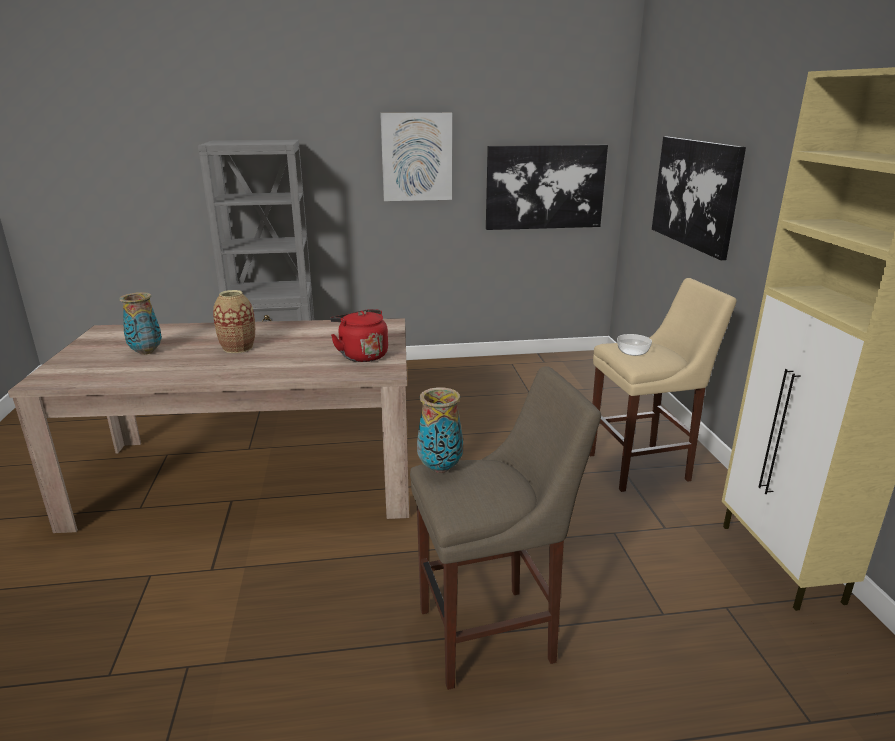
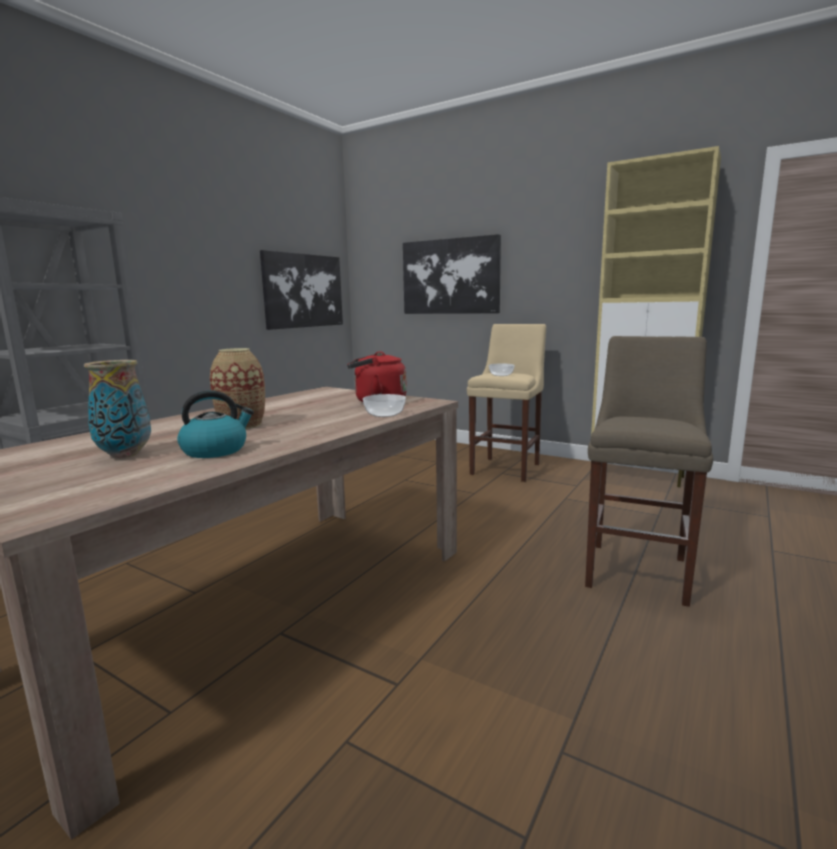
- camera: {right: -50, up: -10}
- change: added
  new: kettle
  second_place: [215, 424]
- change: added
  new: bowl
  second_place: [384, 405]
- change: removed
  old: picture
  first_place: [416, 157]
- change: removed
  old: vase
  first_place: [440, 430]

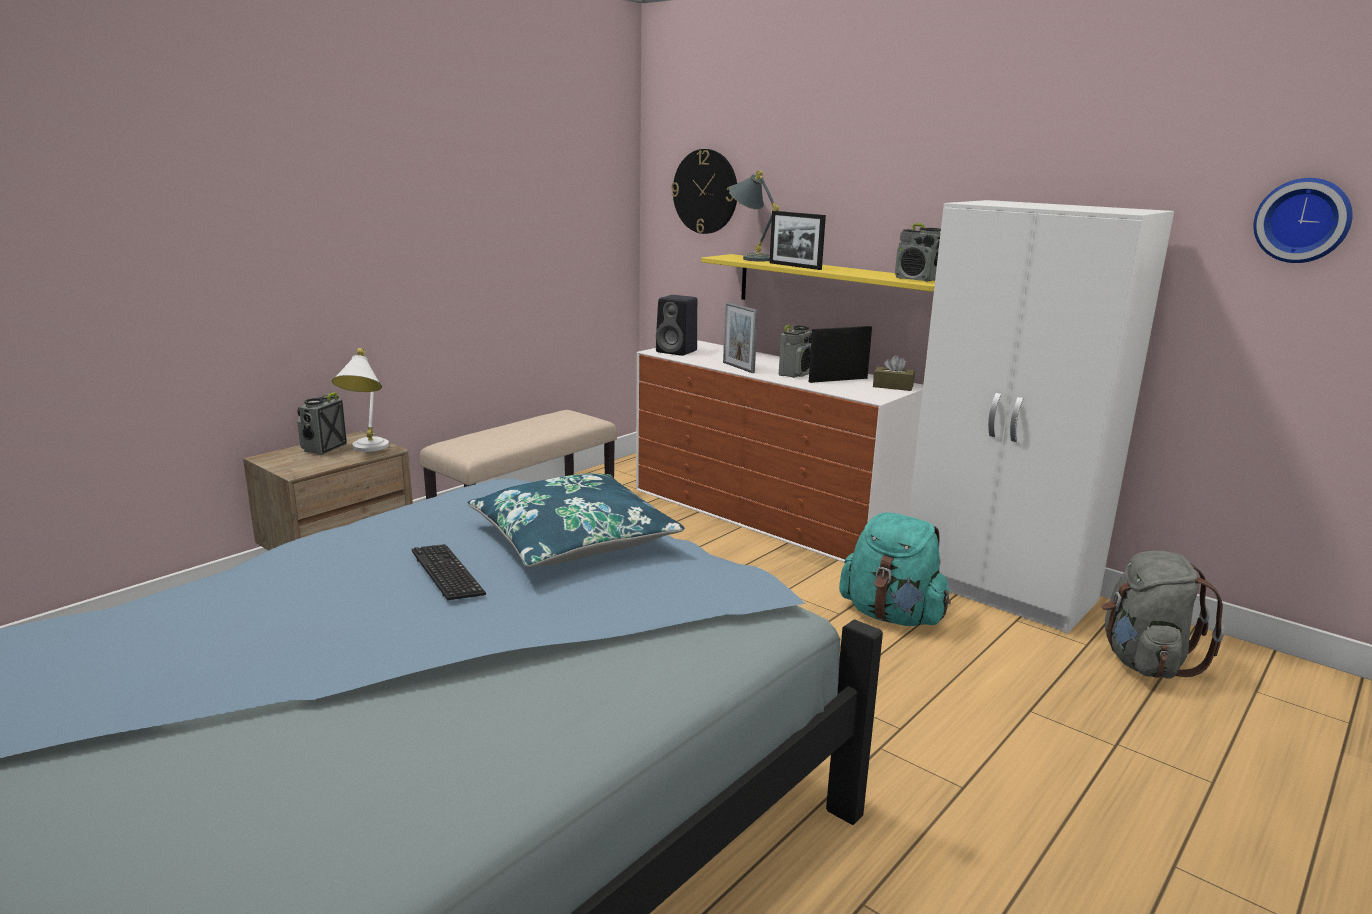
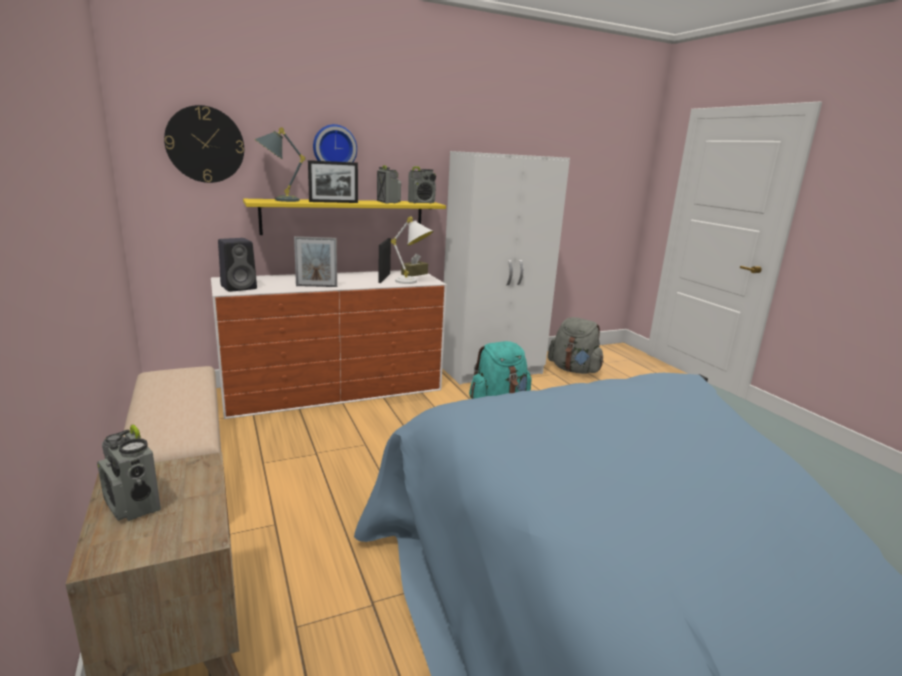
- camera: {right: -65, up: 0}
- change: moved
  old: wall clock
  first_place: [1303, 220]
  second_place: [335, 143]
- change: moved
  old: radio
  first_place: [795, 351]
  second_place: [389, 184]
- change: moved
  old: table lamp in white
  first_place: [360, 400]
  second_place: [412, 250]
- change: removed
  old: keyboard
  first_place: [448, 572]
- change: removed
  old: pillow in blue
  first_place: [576, 520]

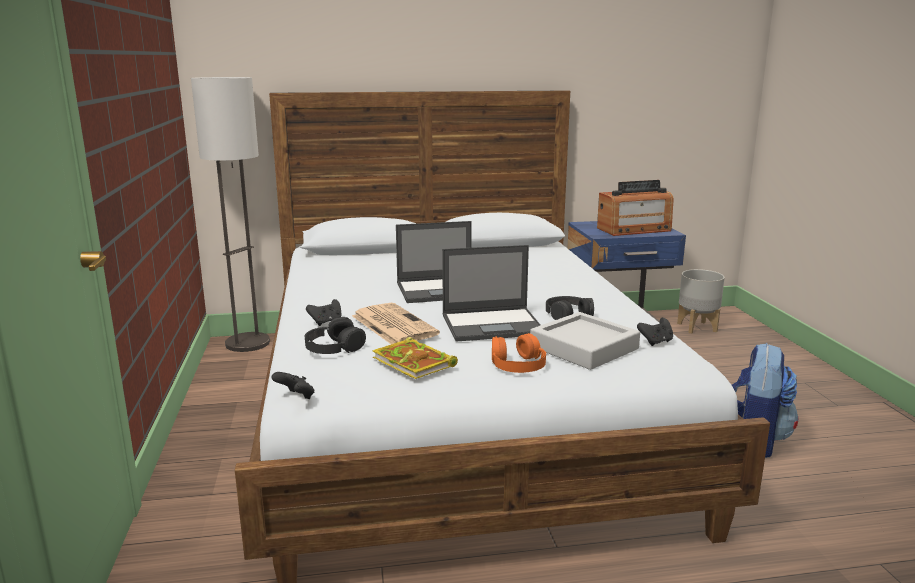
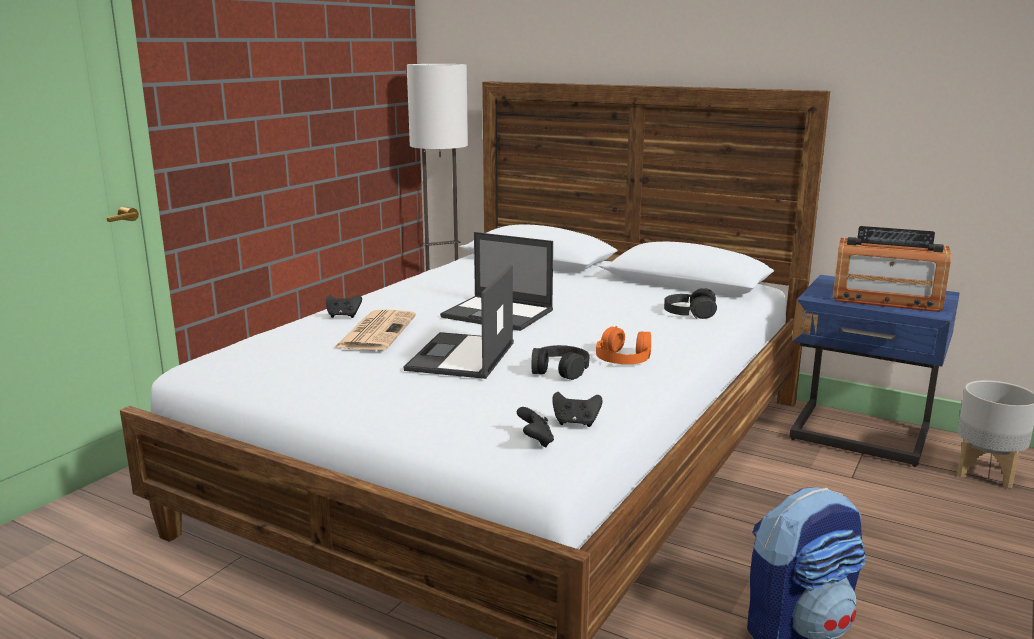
- camera: {right: 40, up: 0}
- change: turned
  old: laptop
  first_place: [491, 293]
  second_place: [459, 322]
  degrees: 75
- change: moved
  old: game controller in black
  first_place: [292, 385]
  second_place: [535, 427]
- change: moved
  old: headphones in orange
  first_place: [519, 353]
  second_place: [623, 345]
- change: moved
  old: headphones in black
  first_place: [335, 335]
  second_place: [690, 303]
- change: removed
  old: book
  first_place: [415, 358]
- change: removed
  old: tray in grey
  first_place: [585, 341]

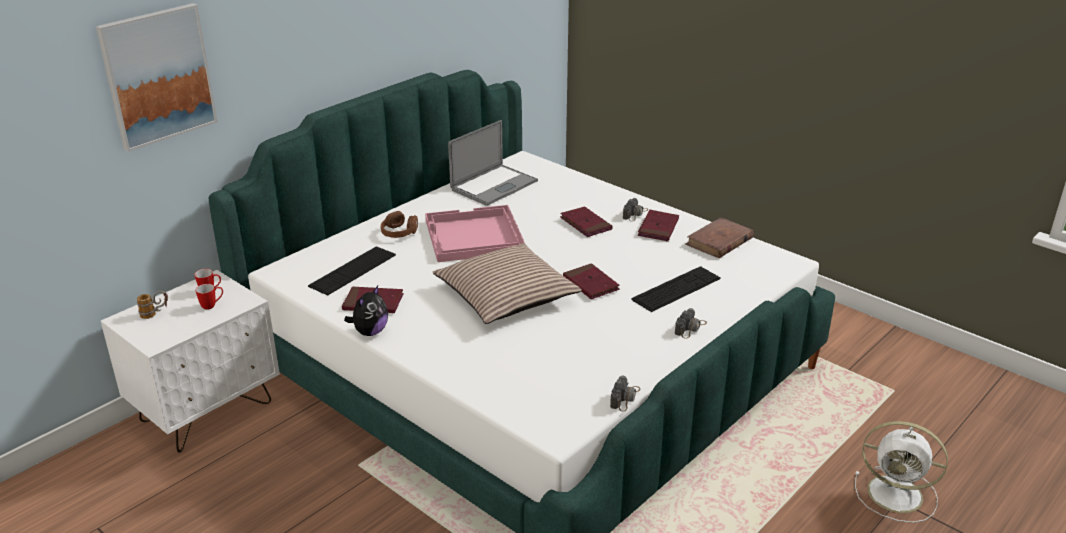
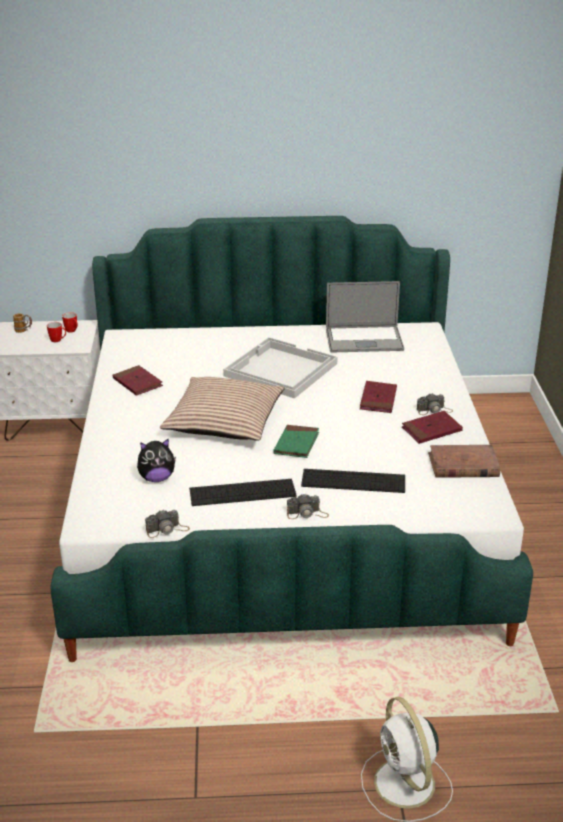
- camera: {right: 45, up: 0}
- change: moved
  old: plush toy
  first_place: [366, 311]
  second_place: [156, 460]
- change: moved
  old: keyboard
  first_place: [352, 271]
  second_place: [243, 492]
- change: recoloured
  old: tray in pink
  new: tray in white
  first_place: [475, 233]
  second_place: [280, 368]
- change: recoloured
  old: book in red
  new: book in green
  first_place: [591, 281]
  second_place: [296, 441]
- change: removed
  old: picture
  first_place: [157, 77]
- change: removed
  old: headphones in brown
  first_place: [399, 224]

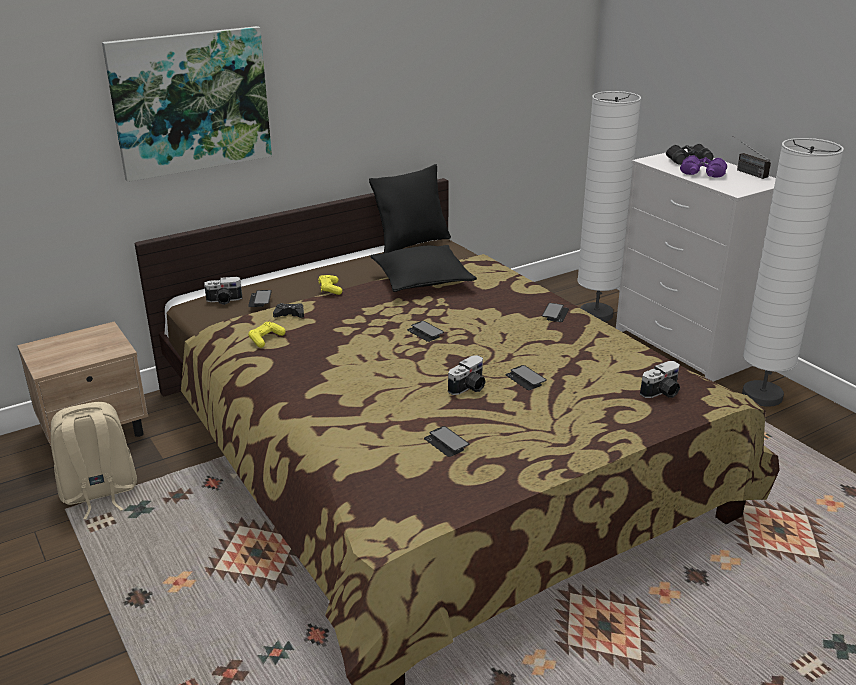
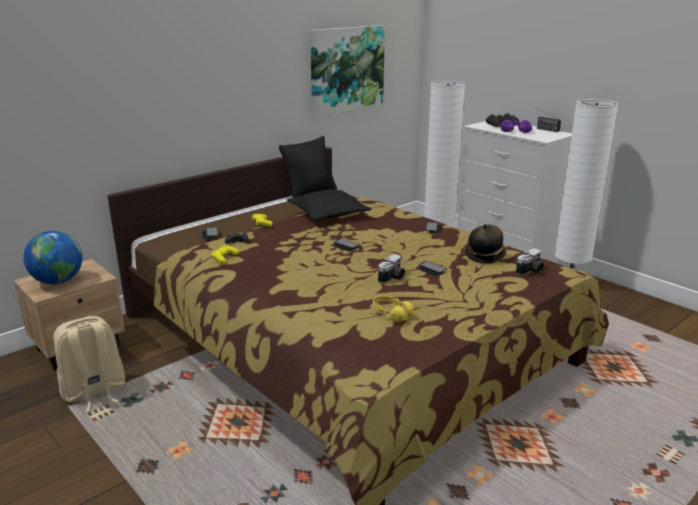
- camera: {right: -10, up: -5}
- change: added
  new: globe
  second_place: [53, 257]
- change: moved
  old: picture
  first_place: [187, 104]
  second_place: [347, 71]
- change: replaced
  old: phone
  new: headphones in yellow
  first_place: [446, 441]
  second_place: [393, 309]
- change: added
  new: hat
  second_place: [486, 243]
- change: removed
  old: photo camera
  first_place: [223, 291]

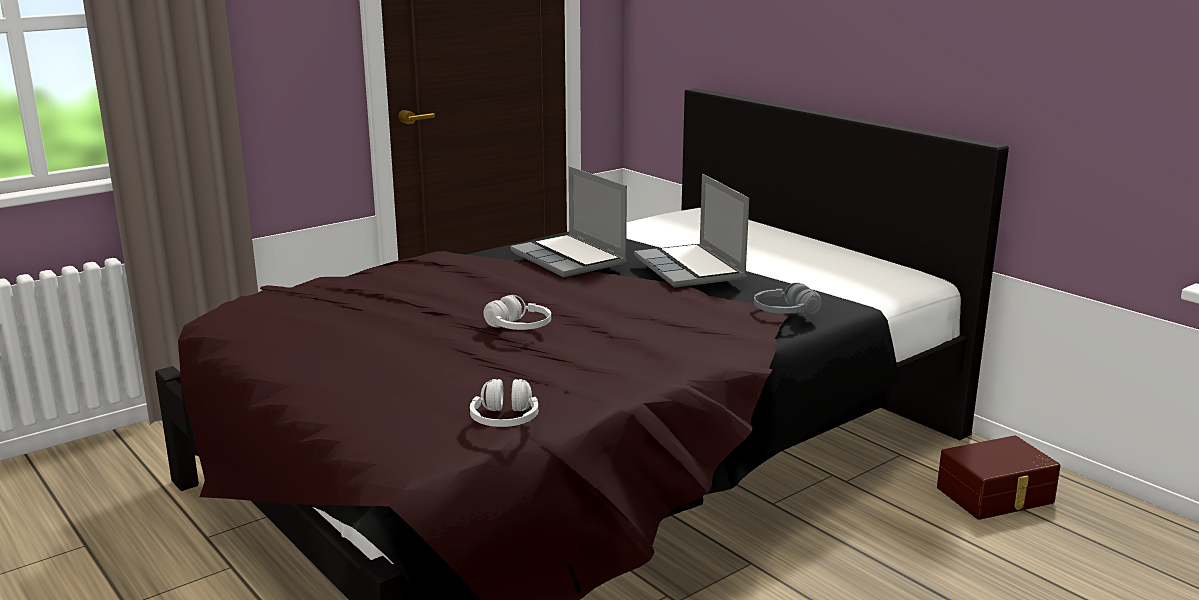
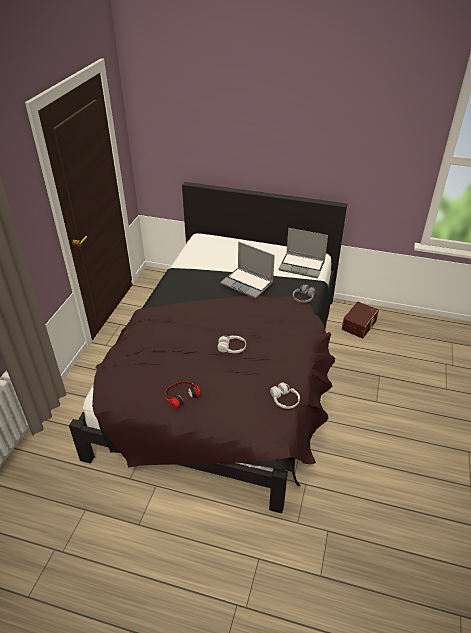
- camera: {right: -35, up: 20}
- change: added
  new: headphones
  second_place: [183, 395]
- change: moved
  old: laptop
  first_place: [568, 221]
  second_place: [303, 253]

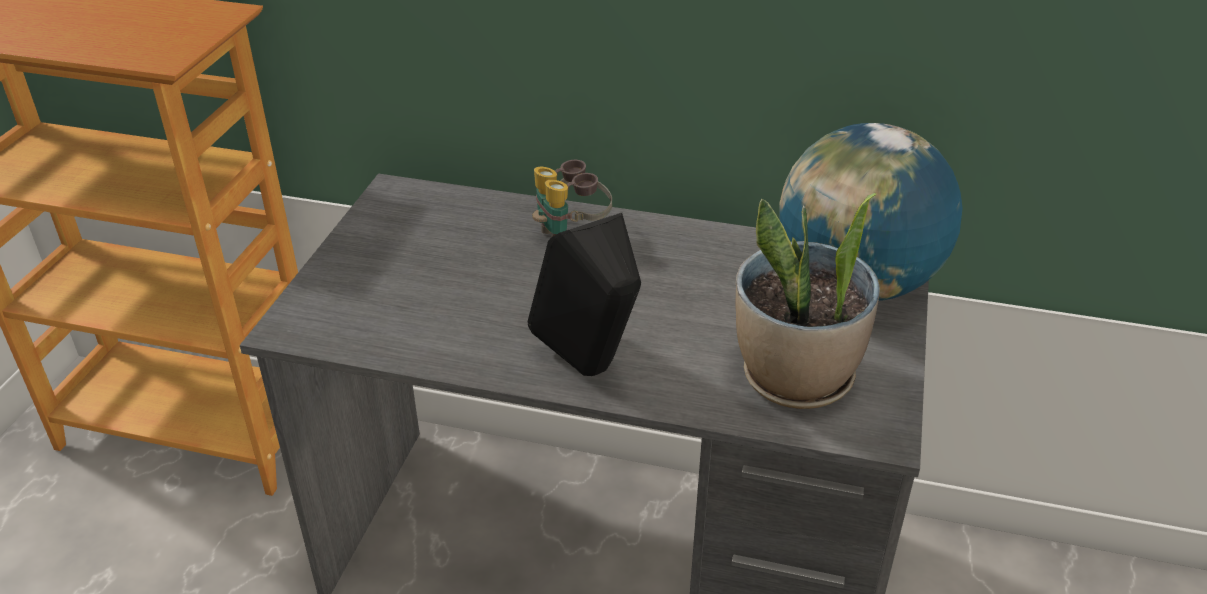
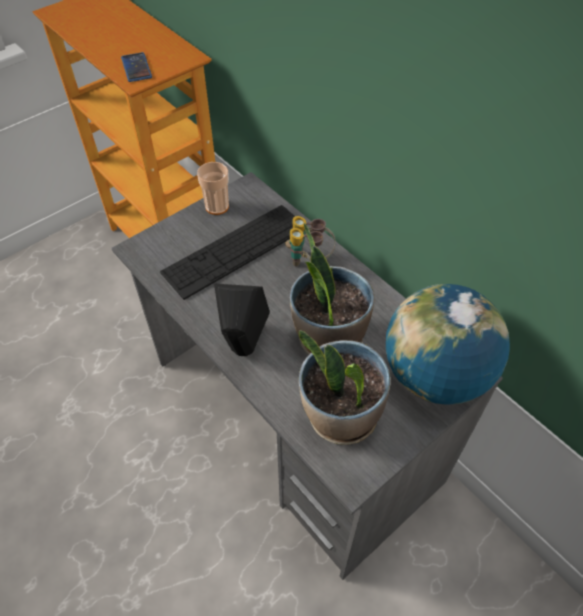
- camera: {right: 35, up: 15}
- change: added
  new: phone
  second_place: [136, 67]
- change: added
  new: keyboard
  second_place: [227, 252]
- change: added
  new: cup
  second_place: [213, 188]
- change: added
  new: potted plant
  second_place: [332, 289]

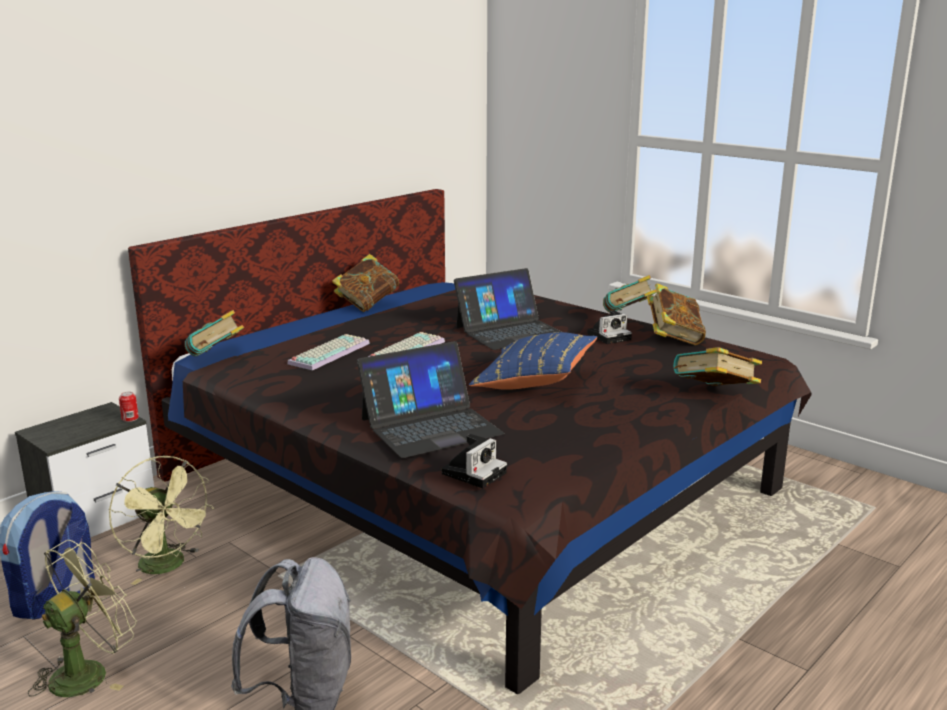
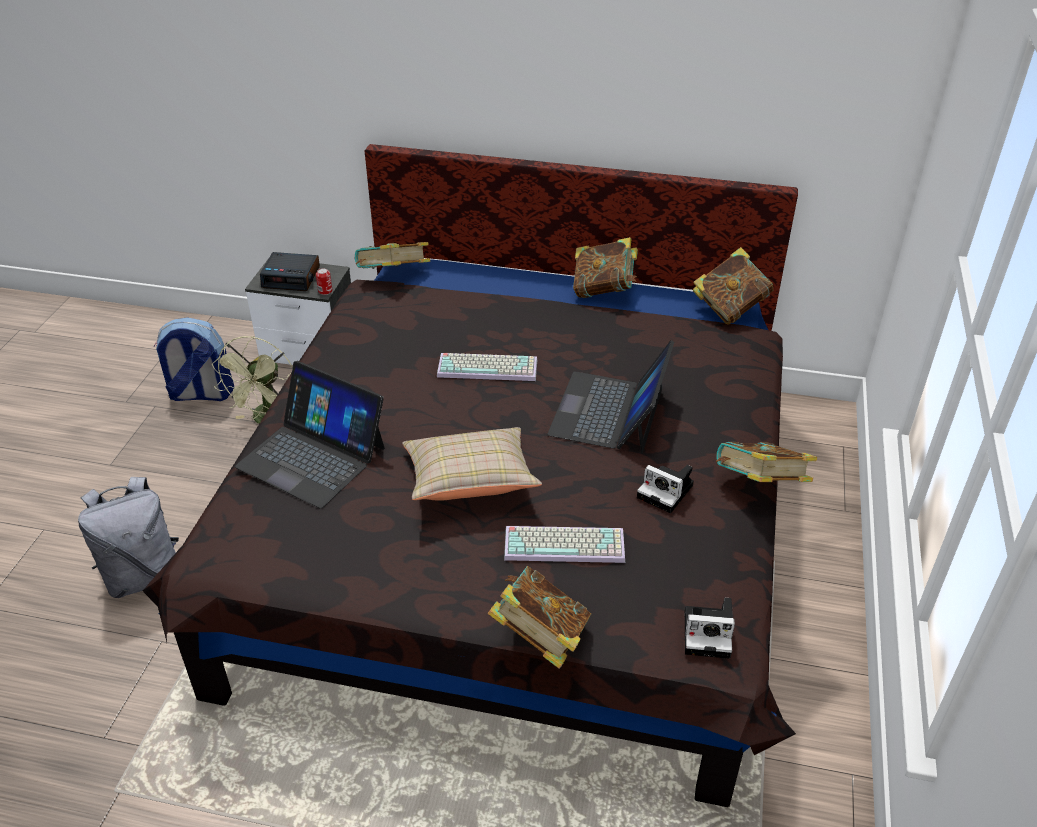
- camera: {right: 60, up: 20}
- change: added
  new: alarm clock
  second_place: [290, 271]
- change: recoloured
  old: pillow in blue
  new: pillow in beige
  first_place: [533, 361]
  second_place: [472, 464]
- change: moved
  old: keyboard
  first_place: [328, 352]
  second_place: [564, 544]
- change: turned
  old: laptop
  first_place: [507, 309]
  second_place: [610, 397]
  degrees: 75
- change: moved
  old: photo camera
  first_place: [474, 461]
  second_place: [710, 628]
- change: moved
  old: book
  first_place: [676, 314]
  second_place: [733, 285]
- change: removed
  old: fan in green
  first_place: [82, 618]

